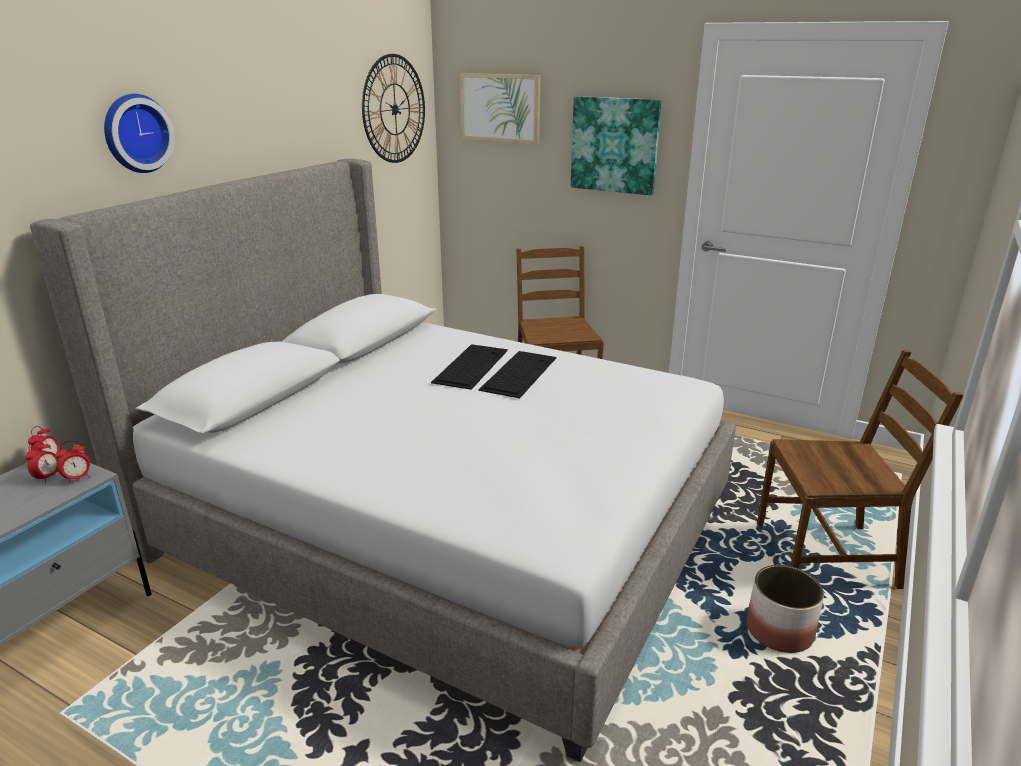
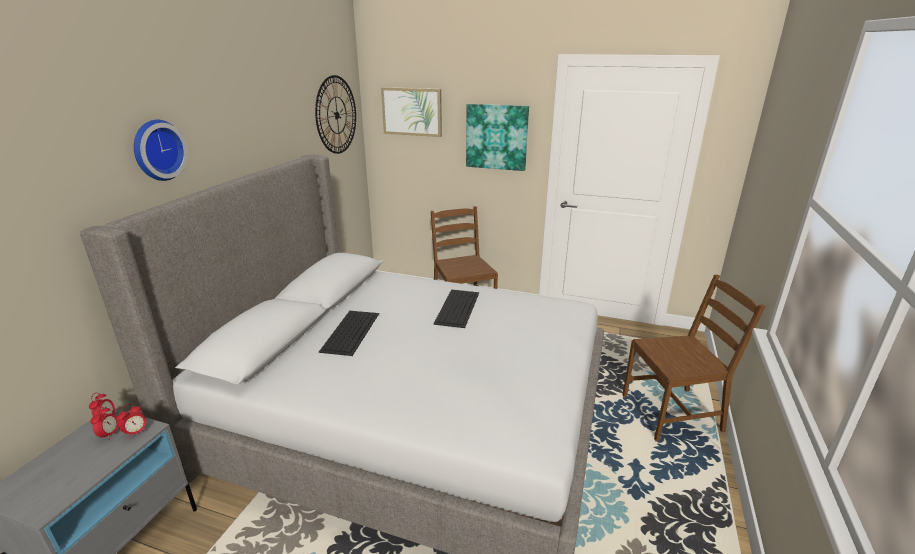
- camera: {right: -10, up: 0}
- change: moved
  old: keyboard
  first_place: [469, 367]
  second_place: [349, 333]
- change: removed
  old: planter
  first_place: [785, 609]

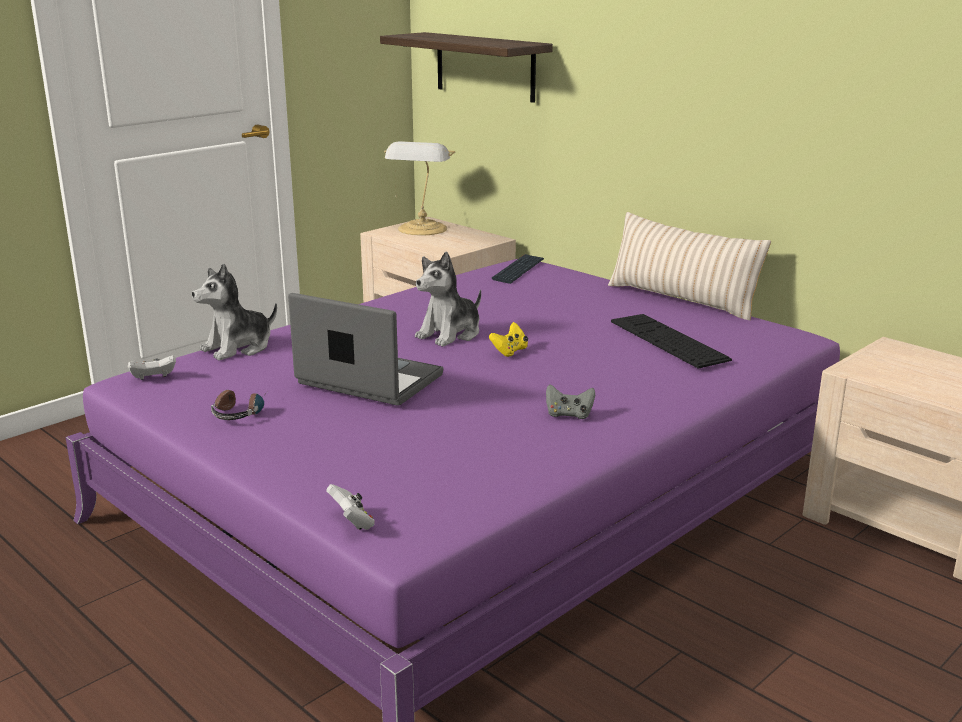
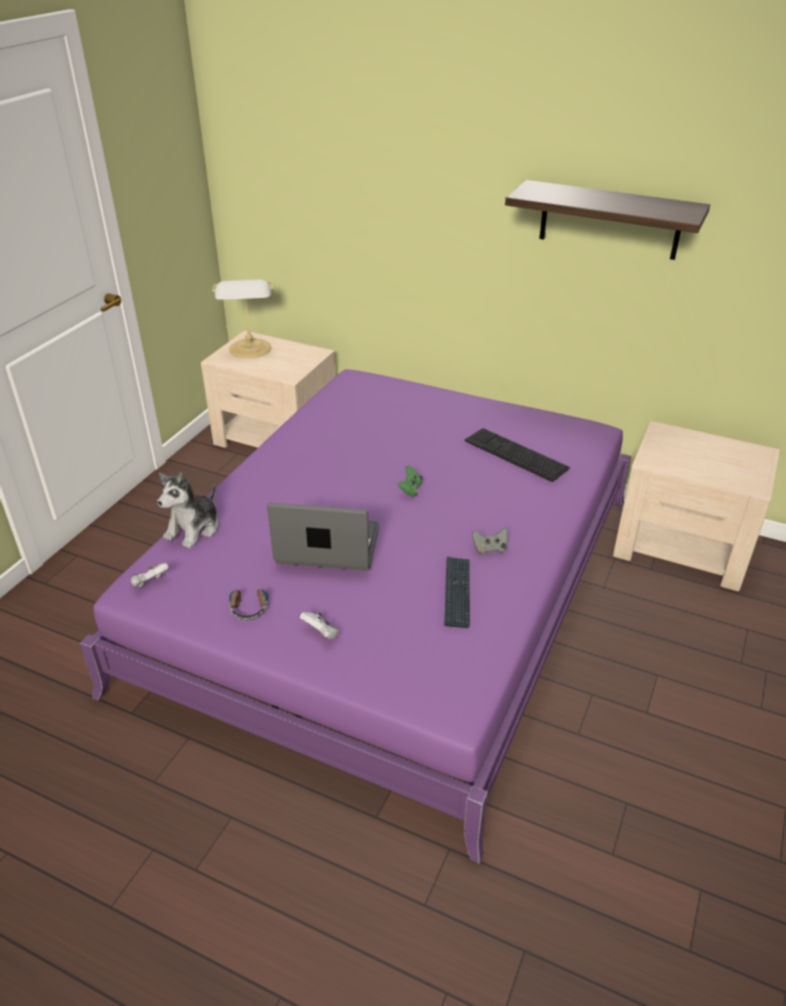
- camera: {right: -20, up: 15}
- change: moved
  old: game controller in white
  first_place: [350, 507]
  second_place: [319, 625]
- change: recoloured
  old: game controller in yellow
  new: game controller in green
  first_place: [508, 339]
  second_place: [410, 481]
- change: moved
  old: keyboard
  first_place: [518, 269]
  second_place: [457, 592]
- change: moved
  old: shelf
  first_place: [466, 67]
  second_place: [607, 220]
- change: removed
  old: plush toy
  first_place: [448, 299]
- change: removed
  old: pillow in beige
  first_place: [689, 266]

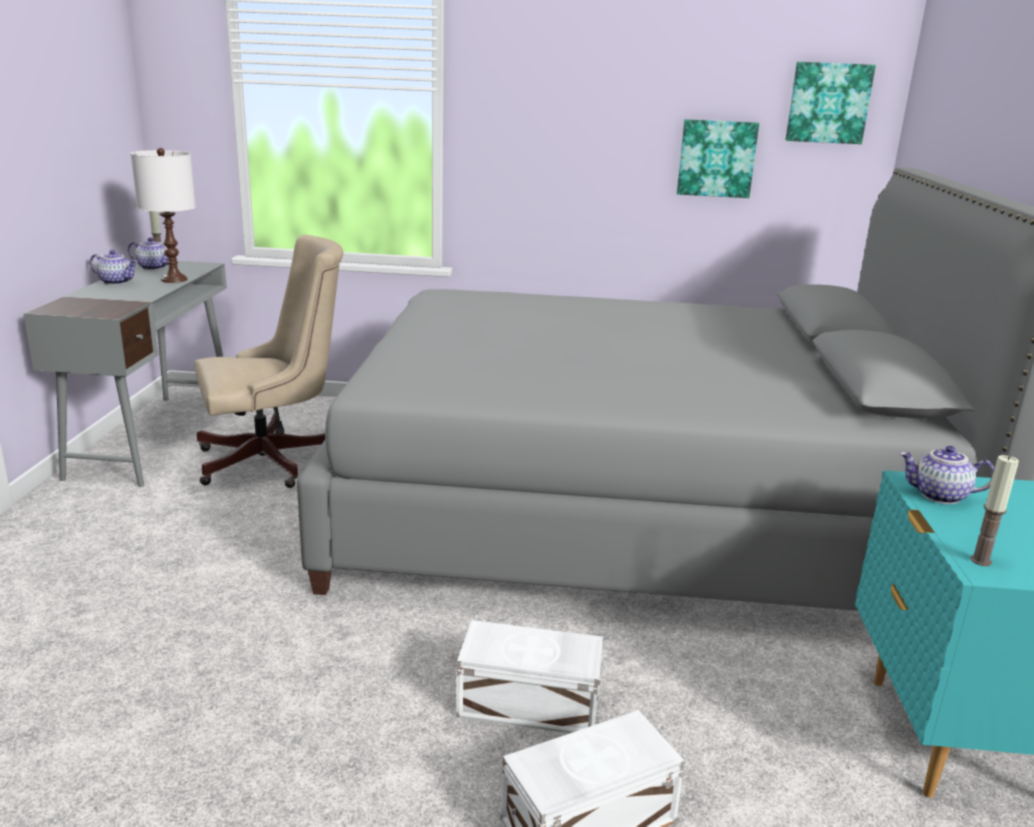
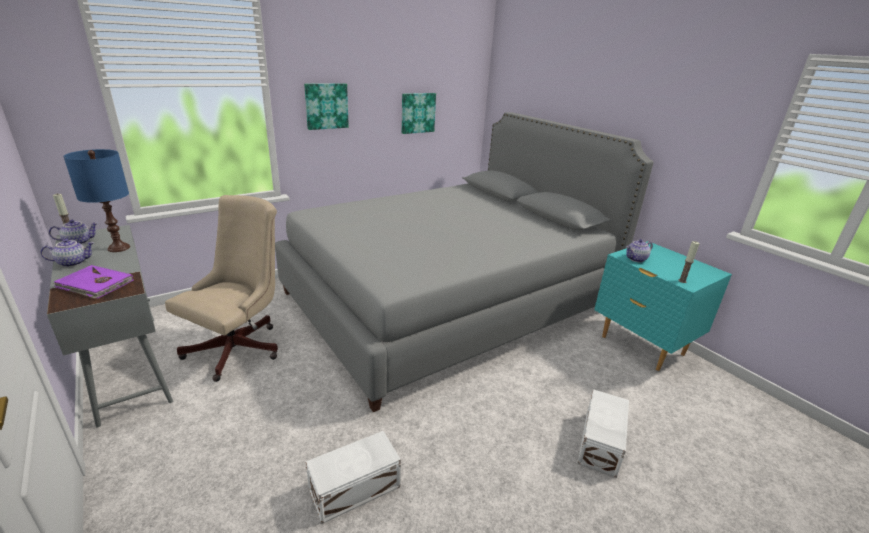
- camera: {right: -40, up: 5}
- change: added
  new: book in purple
  second_place: [94, 282]
- change: recoloured
  old: table lamp in white
  new: table lamp in blue
  first_place: [163, 215]
  second_place: [96, 200]
- change: moved
  old: picture
  first_place: [831, 103]
  second_place: [326, 106]
- change: moved
  old: storage box in white
  first_place: [529, 676]
  second_place: [353, 477]

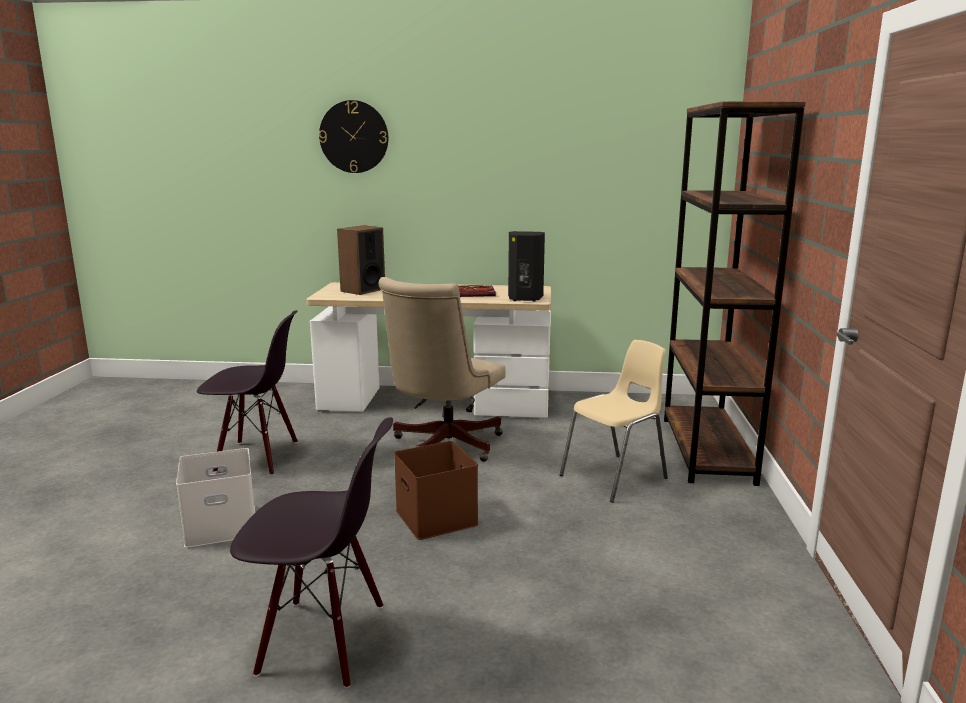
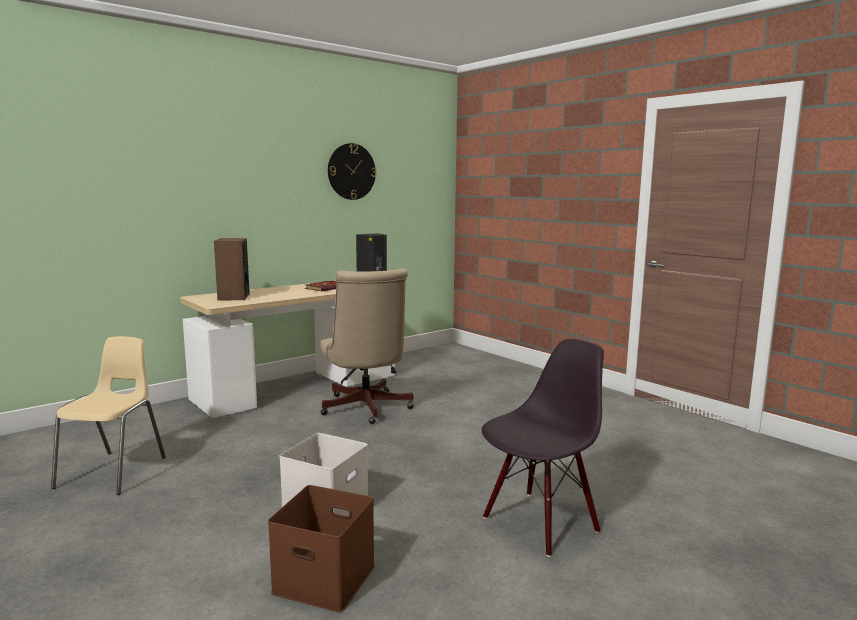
- camera: {right: -45, up: -5}
- change: moved
  old: chair in beige
  first_place: [614, 421]
  second_place: [108, 415]
- change: moved
  old: storage box in brown
  first_place: [436, 490]
  second_place: [321, 549]
- change: moved
  old: wall clock
  first_place: [353, 136]
  second_place: [352, 171]
- change: removed
  old: chair in black
  first_place: [247, 393]
- change: removed
  old: bookcase in brown
  first_place: [735, 293]

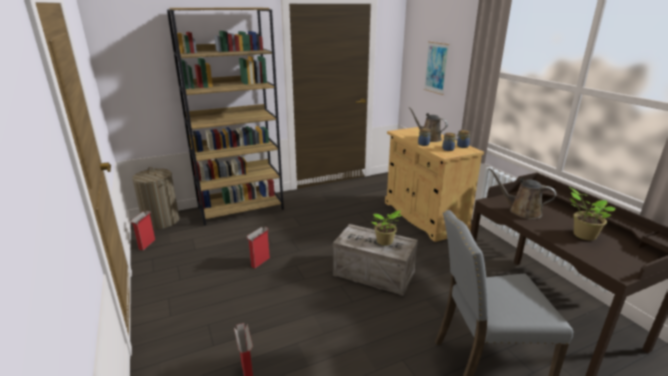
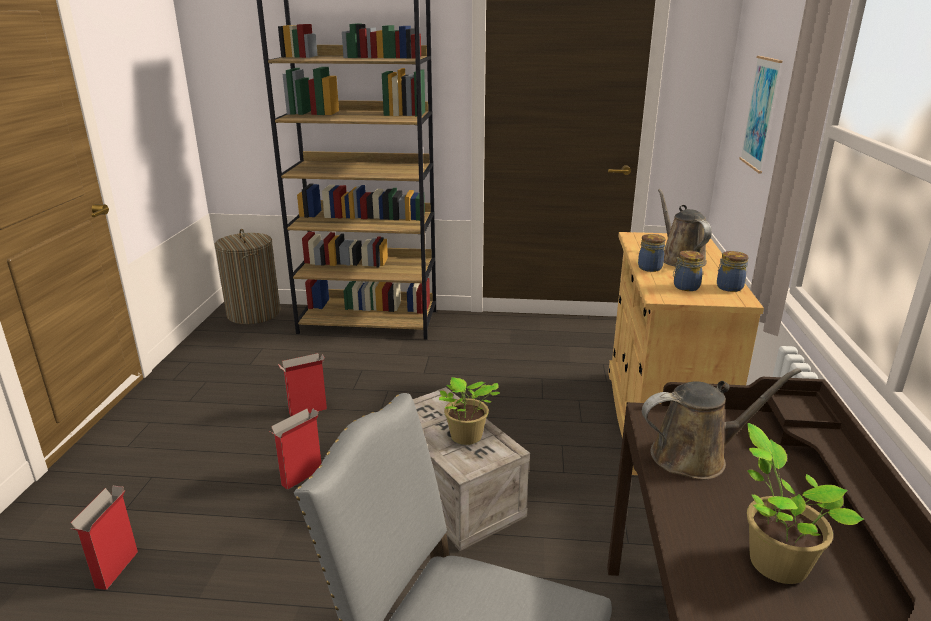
- camera: {right: 30, up: 0}
- change: moved
  old: cardboard box
  first_place: [142, 230]
  second_place: [294, 449]
- change: turned
  old: watering can in brown
  first_place: [522, 193]
  second_place: [722, 424]
  degrees: 105

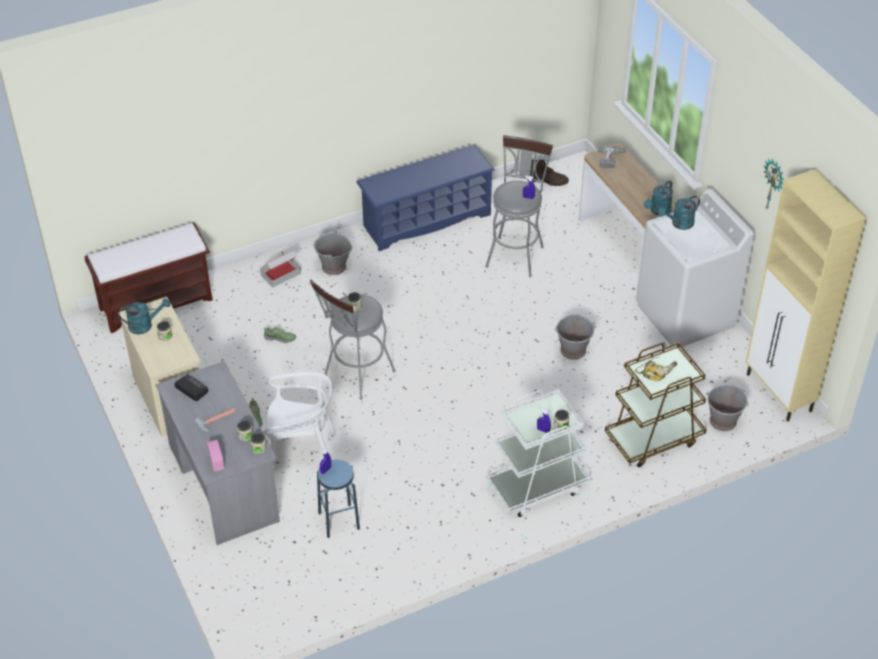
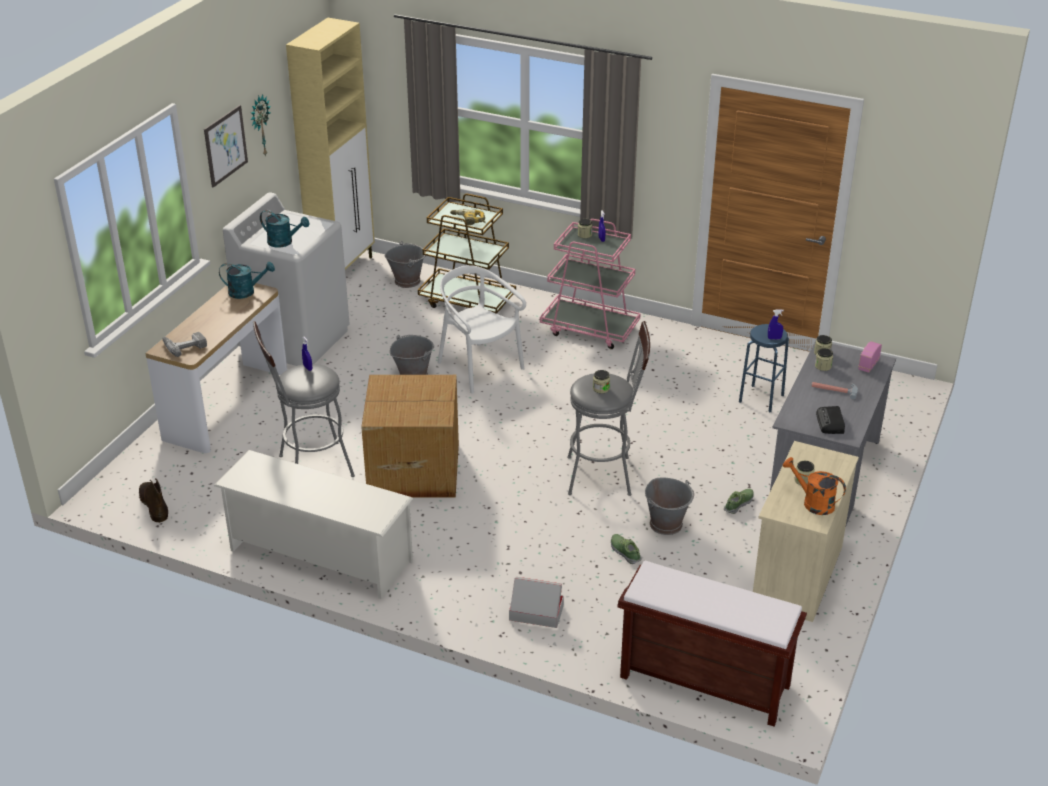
- camera: {right: -130, up: -10}
- change: added
  new: picture
  second_place: [226, 146]
- change: recoloured
  old: shoe rack in blue
  new: shoe rack in white
  first_place: [425, 198]
  second_place: [313, 524]
- change: added
  new: cardboard box
  second_place: [410, 436]
- change: moved
  old: chair in white
  first_place: [299, 421]
  second_place: [482, 329]
- change: recoloured
  old: cart in white
  new: cart in pink
  first_place: [538, 453]
  second_place: [590, 284]
- change: moved
  old: bucket in grey
  first_place: [333, 252]
  second_place: [669, 506]
- change: recoloured
  old: watering can in turquoise
  new: watering can in orange
  first_place: [144, 316]
  second_place: [814, 486]

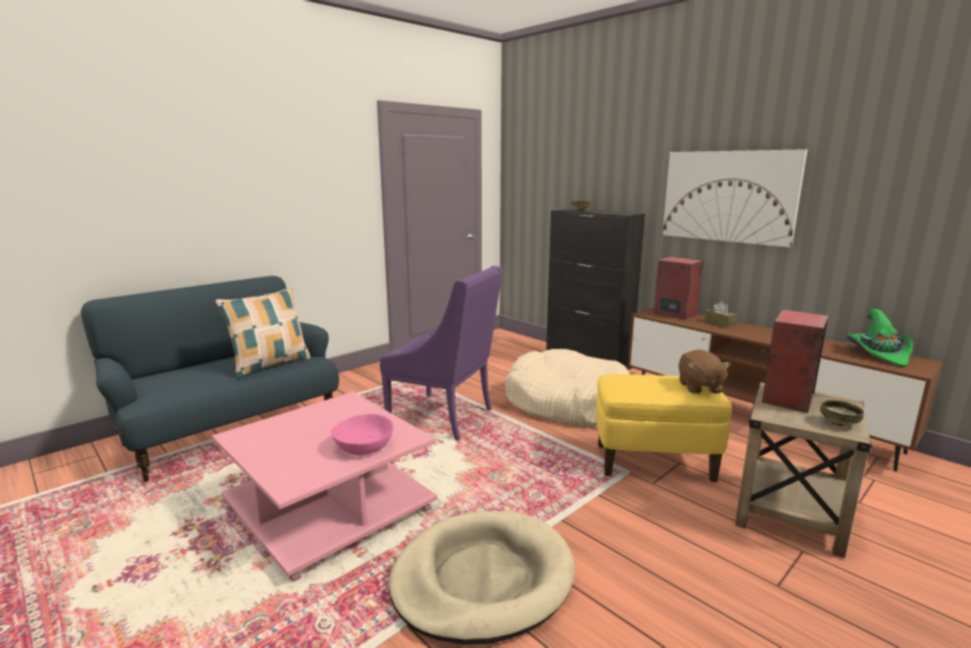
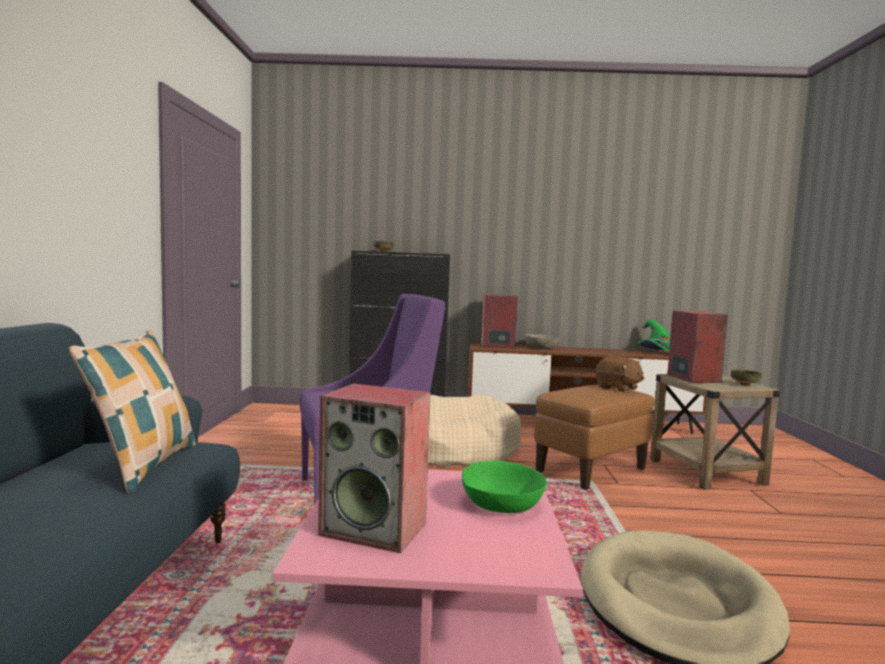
- camera: {right: -45, up: -10}
- change: added
  new: speaker
  second_place: [374, 468]
- change: recoloured
  old: bowl in pink
  new: bowl in green
  first_place: [362, 434]
  second_place: [504, 487]
- change: replaced
  old: tissue box in brown
  new: bowl in grey
  first_place: [721, 314]
  second_place: [542, 341]
- change: recoloured
  old: ottoman in yellow
  new: ottoman in brown
  first_place: [664, 428]
  second_place: [594, 437]
- change: removed
  old: picture
  first_place: [734, 198]

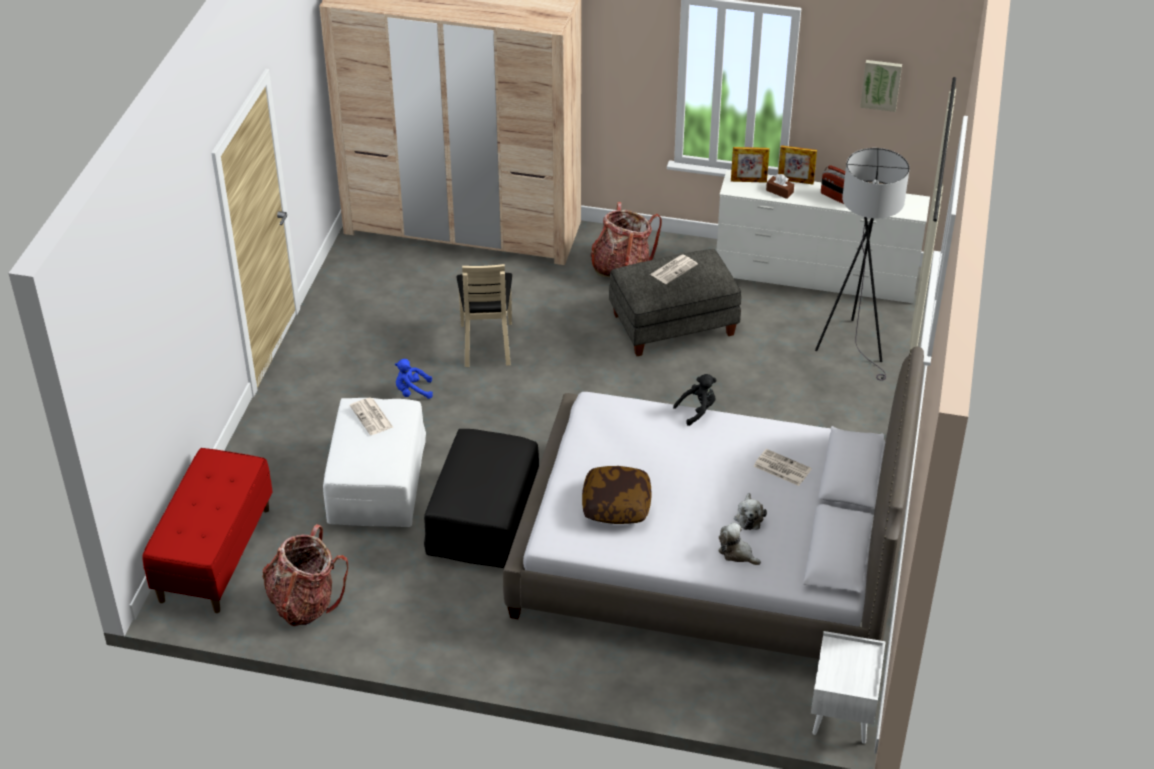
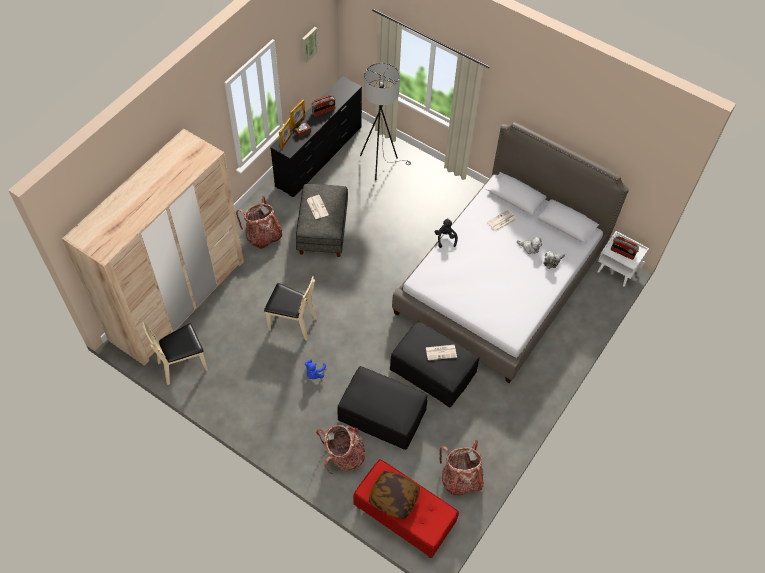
- camera: {right: -70, up: 15}
- change: added
  new: chair in beige
  second_place: [175, 353]
- change: recoloured
  old: dresser in white
  new: dresser in black
  first_place: [823, 236]
  second_place: [316, 136]
- change: added
  new: backpack
  second_place: [340, 449]
- change: recoloured
  old: ottoman in white
  new: ottoman in black
  first_place: [374, 462]
  second_place: [382, 408]
- change: moved
  old: pillow
  first_place: [617, 495]
  second_place: [394, 495]
- change: moved
  old: newspaper
  first_place: [371, 416]
  second_place: [441, 352]
- change: added
  new: radio
  second_place: [625, 248]

